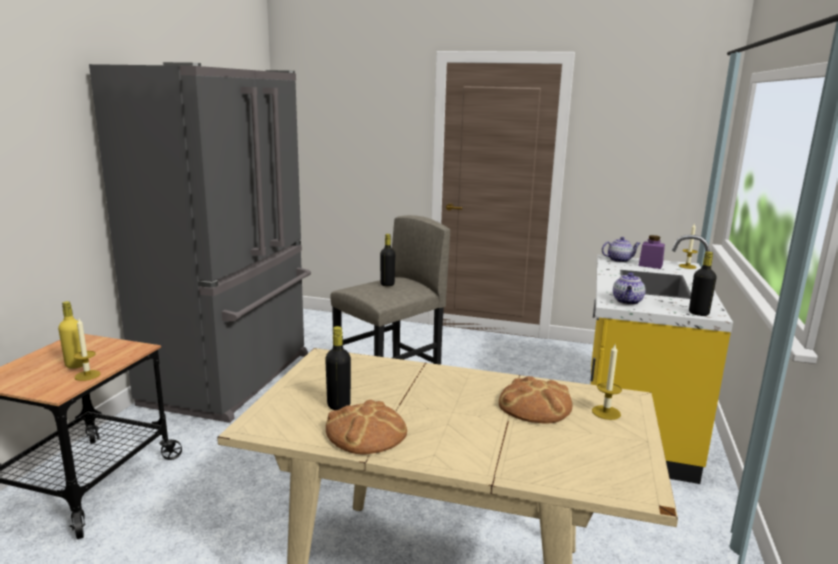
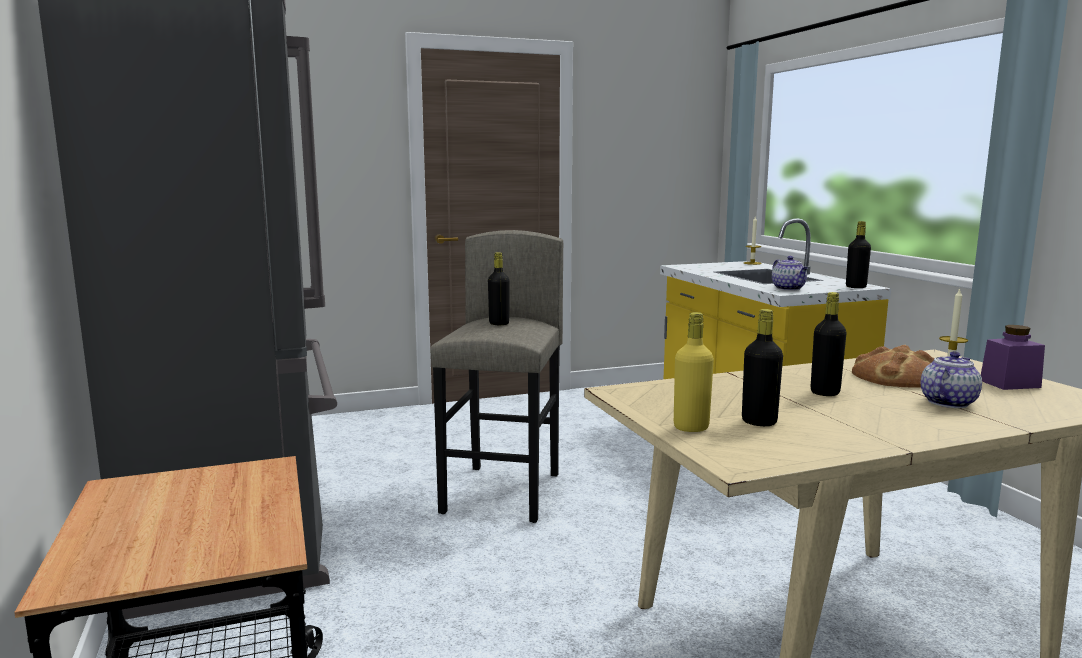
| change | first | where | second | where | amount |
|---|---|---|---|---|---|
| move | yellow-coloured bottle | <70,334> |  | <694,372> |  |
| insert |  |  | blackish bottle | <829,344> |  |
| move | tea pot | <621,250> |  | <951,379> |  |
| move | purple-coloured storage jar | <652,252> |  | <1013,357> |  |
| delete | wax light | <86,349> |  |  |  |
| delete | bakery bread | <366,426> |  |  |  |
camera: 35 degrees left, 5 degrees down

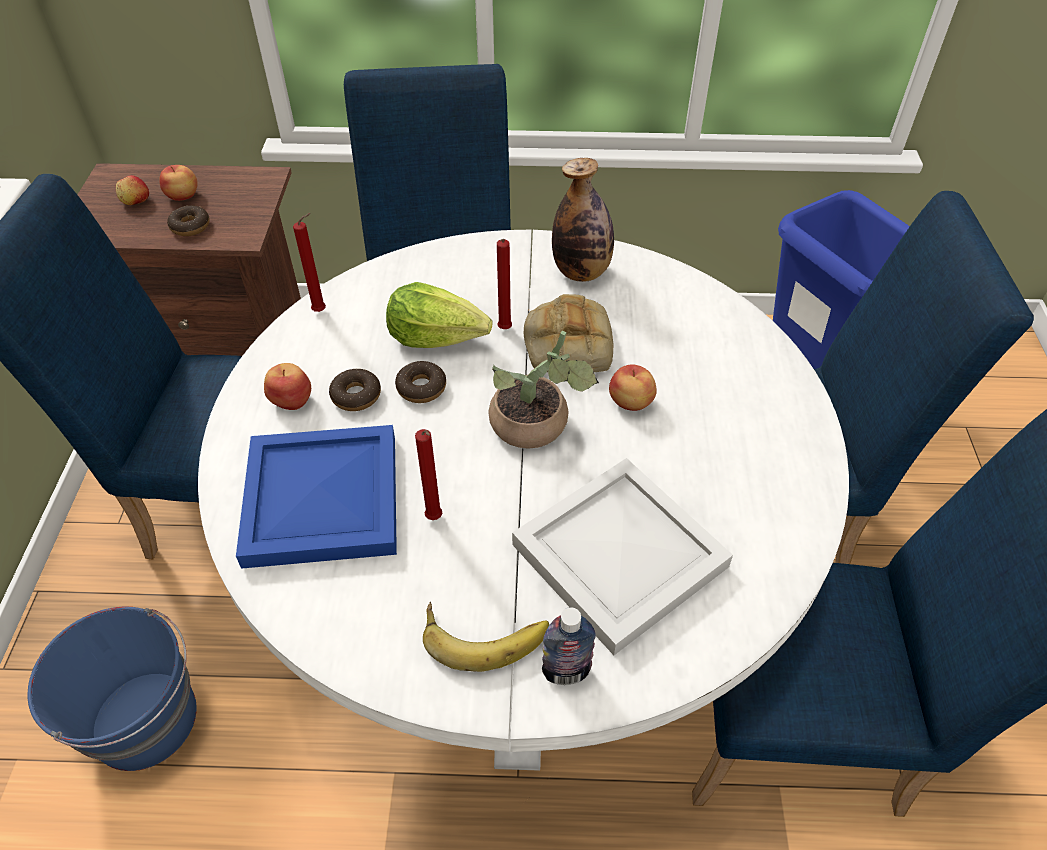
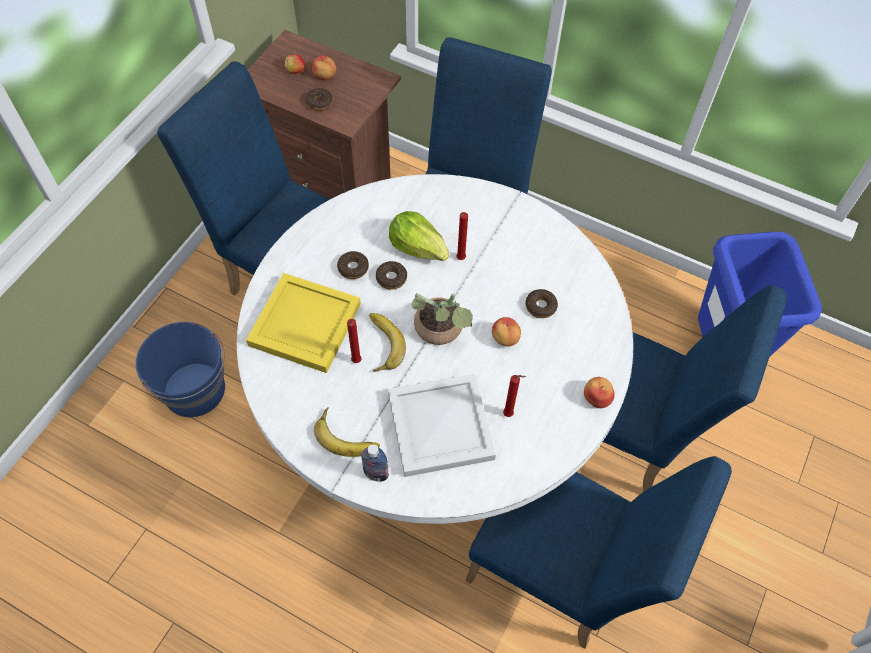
| change | first | where | second | where | amount |
|---|---|---|---|---|---|
| recolor | bluish tray | <316,497> | yellow-coloured tray | <303,323> |  |
| insert |  |  | banana fruit | <387,342> |  |
| move | reddish wax light | <309,262> |  | <514,396> |  |
| insert |  |  | doughnut | <542,303> |  |
| move | whole apple | <287,386> |  | <599,392> |  |
| delete | bakery bread | <569,333> |  |  |  |
| delete | bottle | <583,220> |  |  |  |
camera: 25 degrees right, 10 degrees up

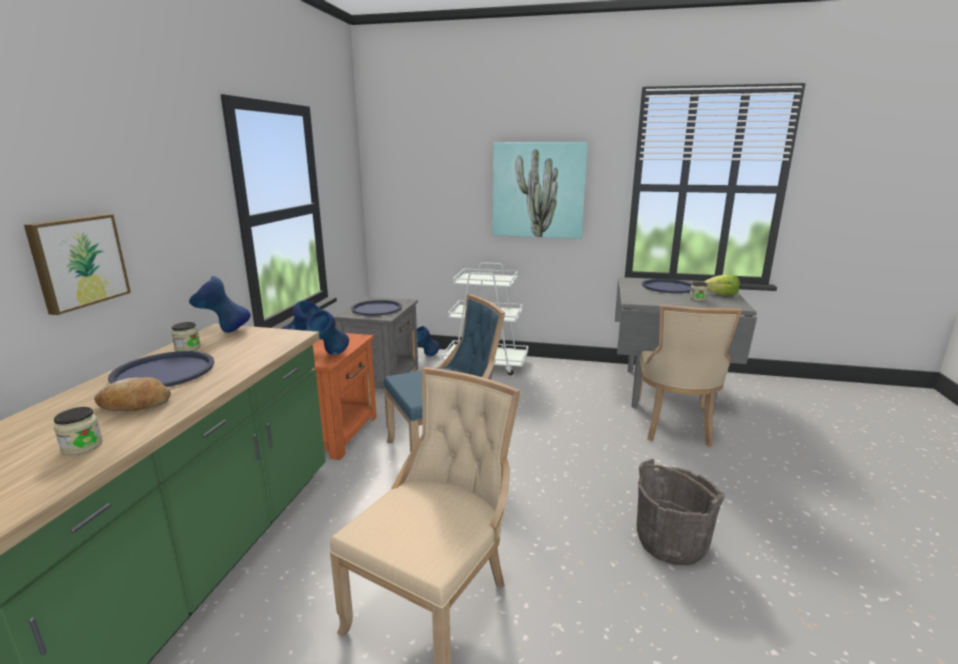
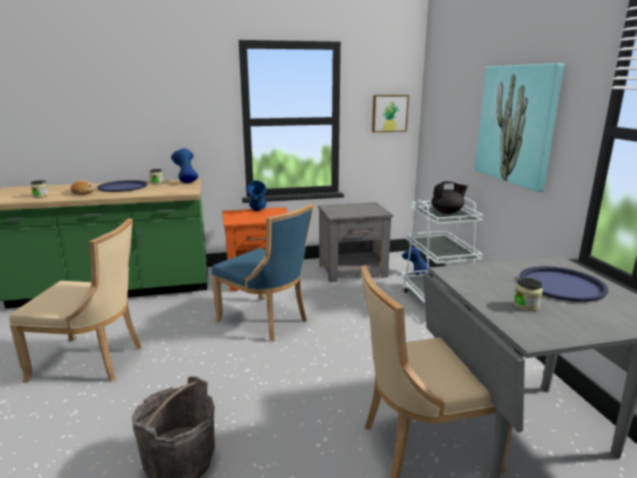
| change | first | where | second | where | amount |
|---|---|---|---|---|---|
| move | picture | <77,264> |  | <390,113> |  |
| insert |  |  | blackish tea pot | <449,197> |  |
| delete | bluish flower vase | <327,332> |  |  |  |
| delete | bluish tray | <376,308> |  |  |  |
| delete | head of lettuce | <722,285> |  |  |  |
camera: 65 degrees right, 0 degrees up

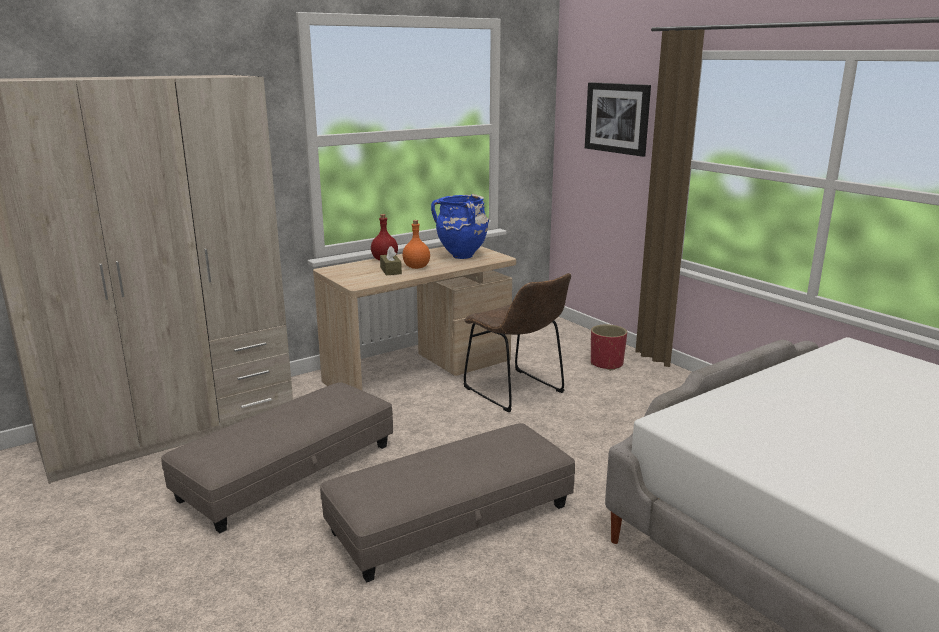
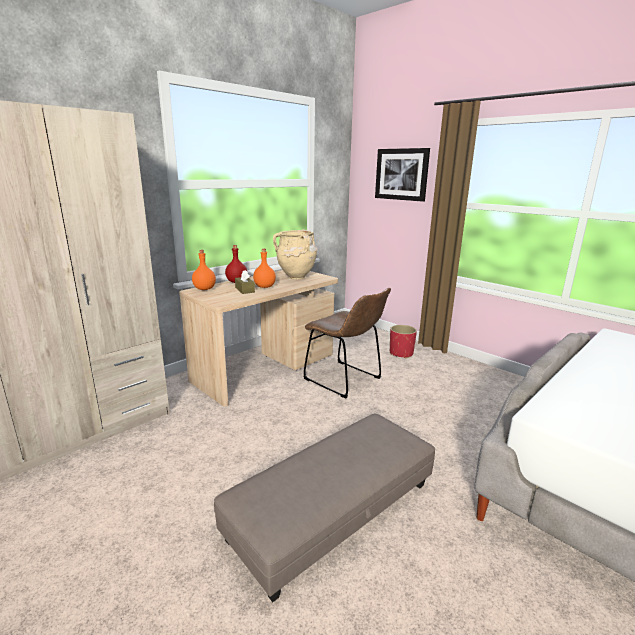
| change | first | where | second | where | amount |
|---|---|---|---|---|---|
| insert |  |  | orange bottle | <204,270> |  |
| recolor | bluish flower vase | <460,226> | beige flower vase | <295,254> |  |
| delete | grey pouffe | <277,457> |  |  |  |
camera: 10 degrees left, 0 degrees up

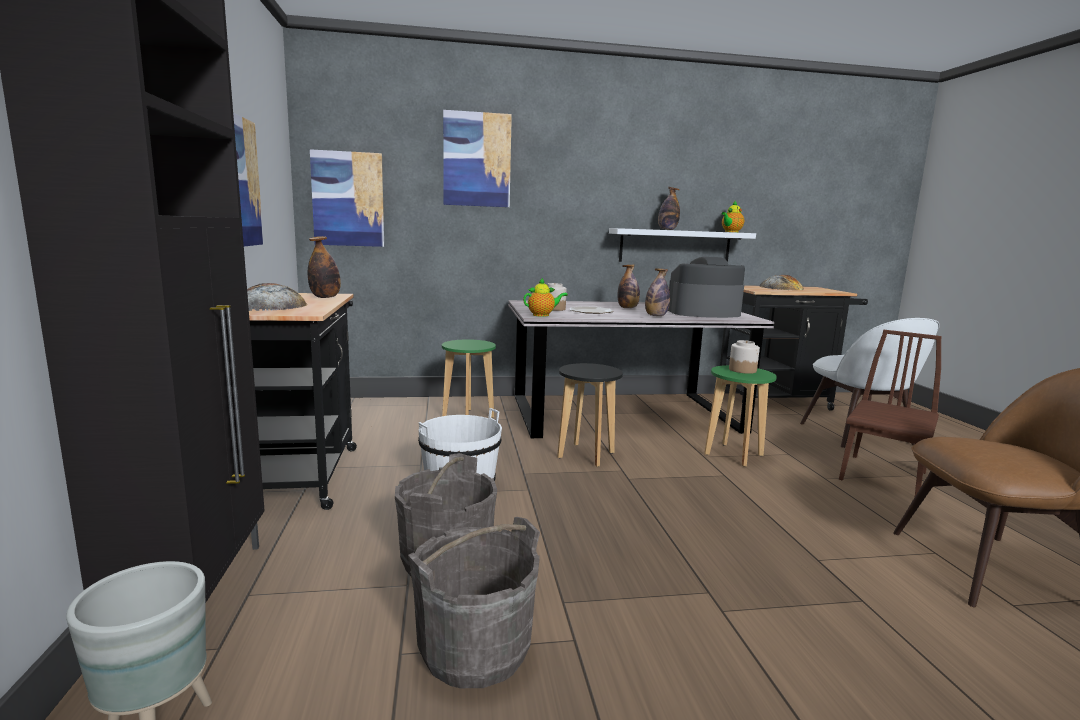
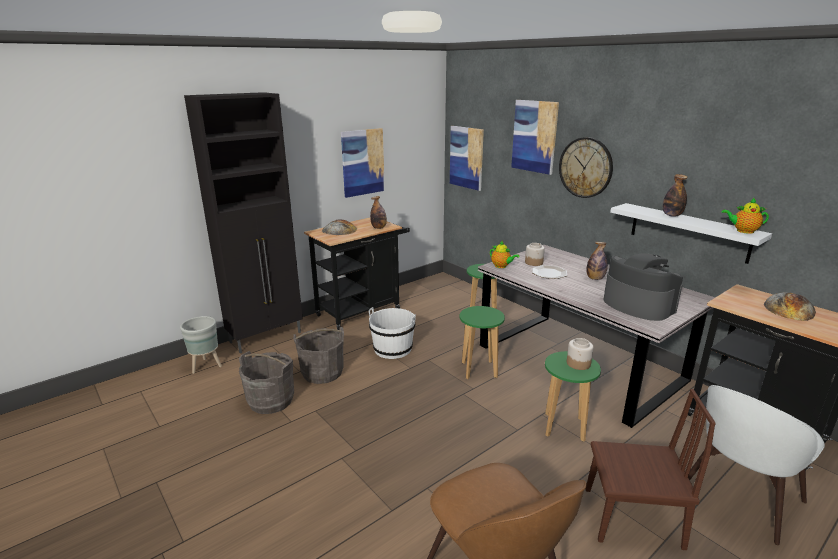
| change | first | where | second | where | amount |
|---|---|---|---|---|---|
| recolor | blackish stool seat | <590,415> | green-coloured stool seat | <482,342> |  |
| insert |  |  | clock on the wall | <586,167> |  |
| delete | bottle | <657,292> |  |  |  |
camera: 60 degrees right, 10 degrees up

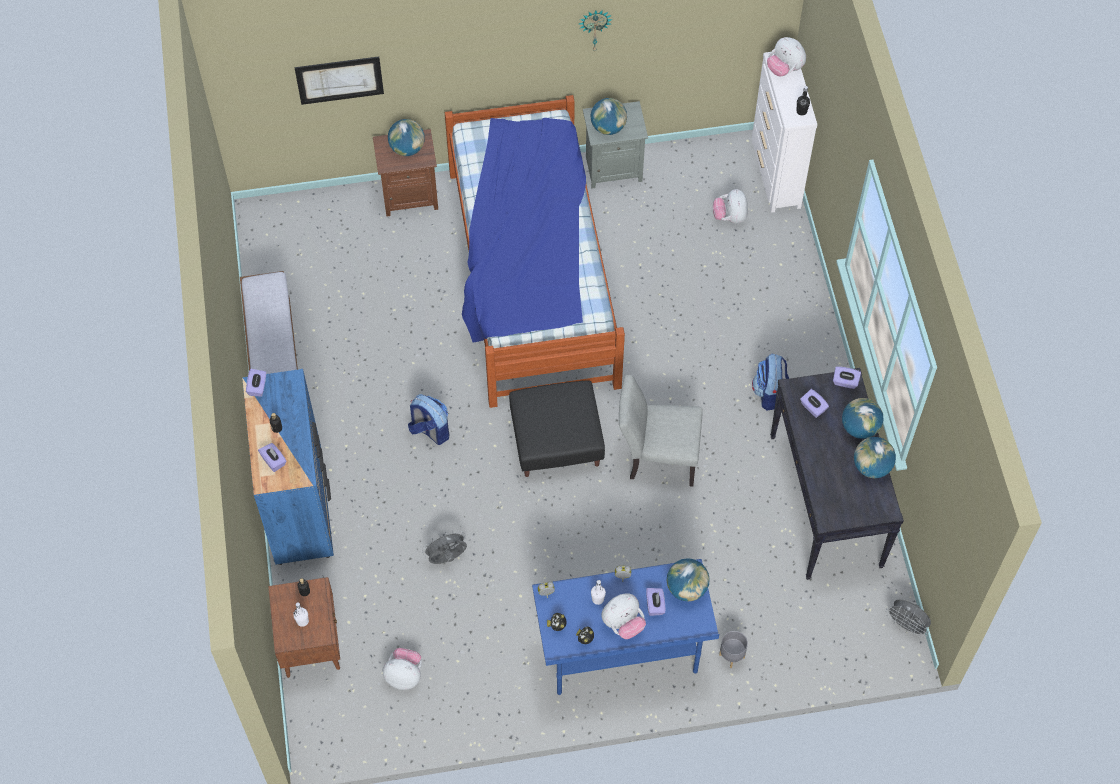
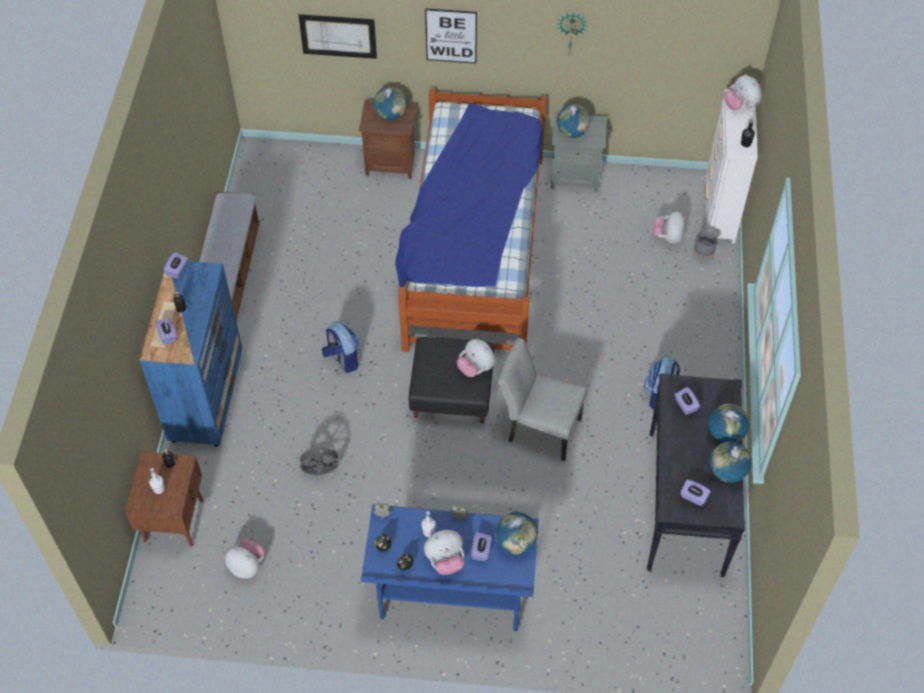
| change | first | where | second | where | amount |
|---|---|---|---|---|---|
| insert |  |  | picture | <451,35> |  |
| insert |  |  | soft toy | <476,358> |  |
| move | purple-coloured tissue box | <847,377> |  | <695,492> |  |
| move | grey planter | <733,649> |  | <705,247> |  |
| delete | grey electric fan | <908,618> |  |  |  |
camera: 15 degrees right, 5 degrees down

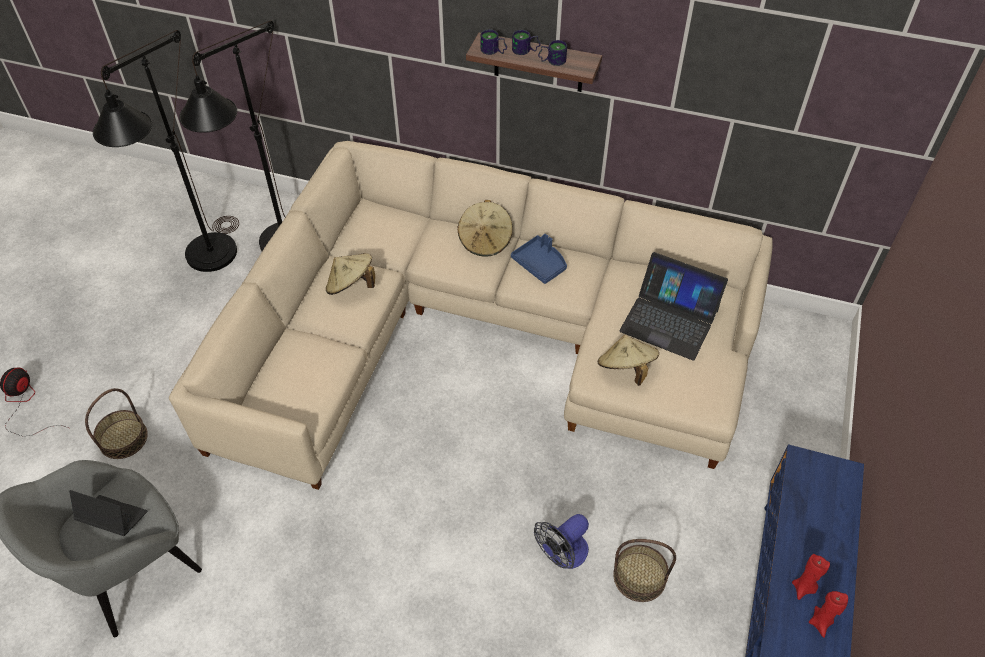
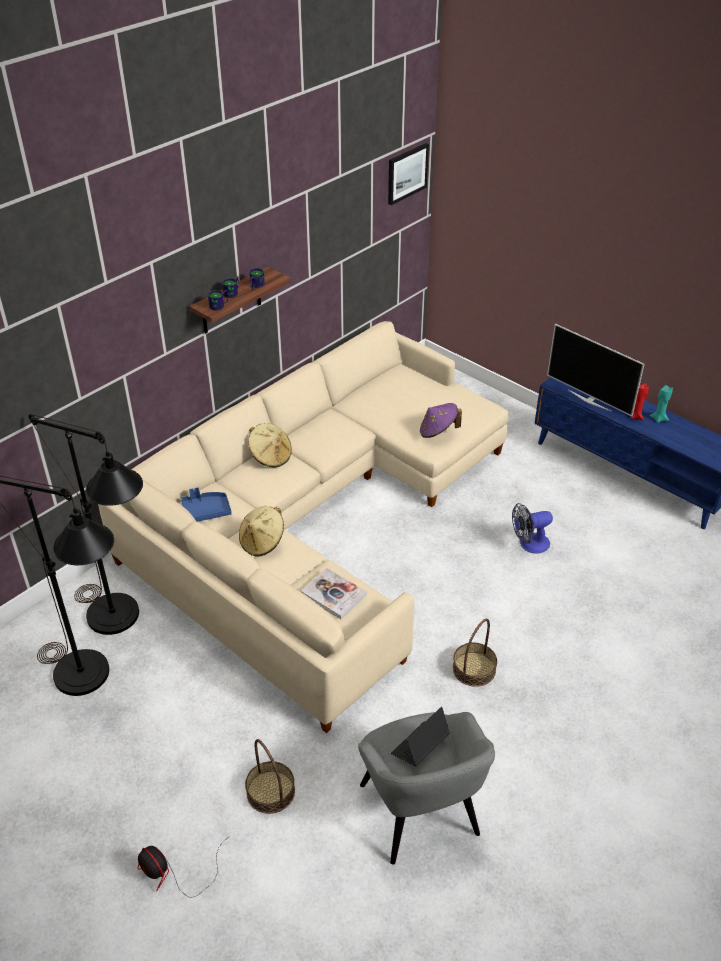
| change | first | where | second | where | amount |
|---|---|---|---|---|---|
| move | bluish tray | <539,259> |  | <206,504> |  |
| insert |  |  | book | <334,593> |  |
| insert |  |  | picture | <408,174> |  |
| recolor | beige hat | <628,360> | purple-coloured hat | <441,420> |  |
| move | storage basket | <644,570> |  | <474,652> |  |
| rotate | electric fan | <561,541> |  | <532,528> | 90 degrees clockwise |
| insert |  |  | TV set | <595,370> |  |
| recolor | reddish wax light | <828,614> | turquoise-coloured wax light | <661,404> |  |
| delete | notebook computer | <673,306> |  |  |  |
camera: 65 degrees left, 10 degrees down

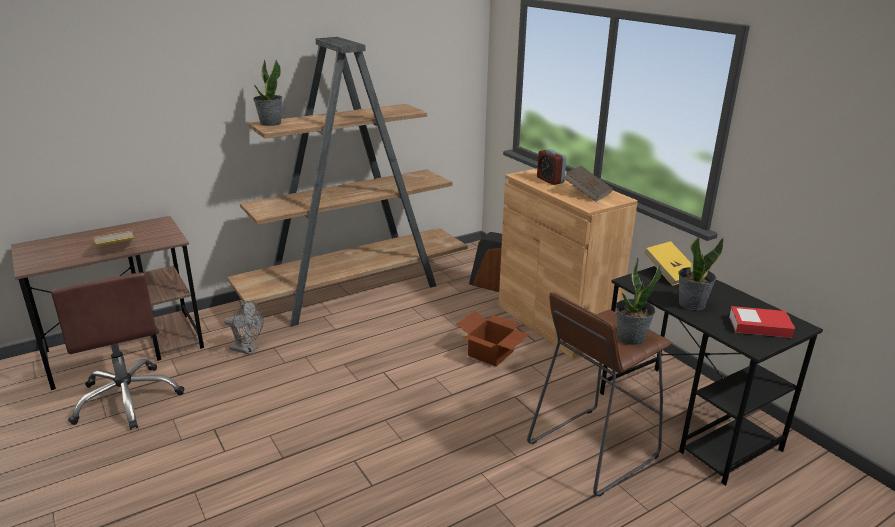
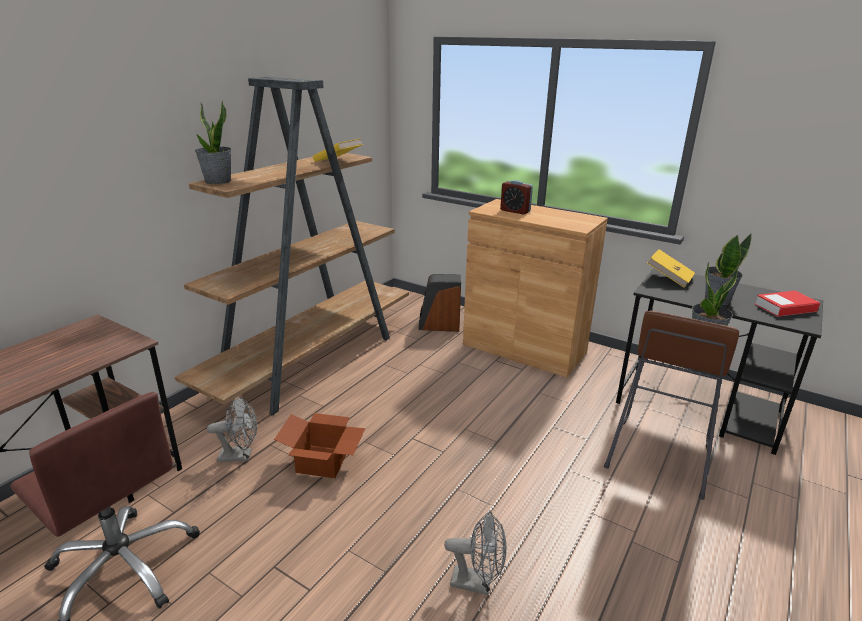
| change | first | where | second | where | amount |
|---|---|---|---|---|---|
| move | packing box | <492,339> |  | <319,445> |  |
| move | yellow-coloured book | <114,237> |  | <338,150> |  |
| insert |  |  | grey electric fan | <475,553> |  |
| delete | brown-coloured book | <588,184> |  |  |  |
camera: 25 degrees left, 0 degrees up

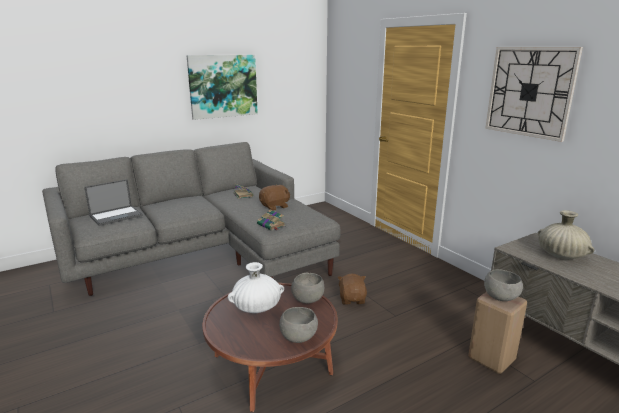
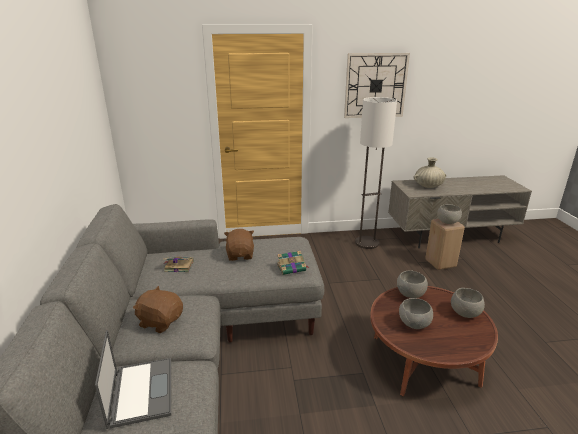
| change | first | where | second | where | amount |
|---|---|---|---|---|---|
| move | brown-coloured soft toy | <352,289> |  | <158,309> |  |
| insert |  |  | standing lamp | <376,173> |  |
| replace | white-coloured flower vase | <255,287> | grey deep dish | <416,313> |  |
| delete | picture | <222,87> |  |  |  |
camera: 65 degrees left, 5 degrees up

